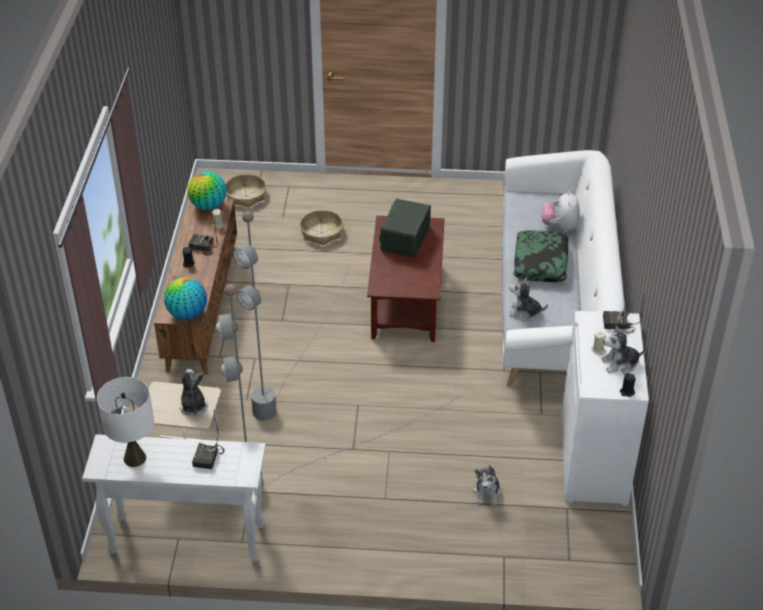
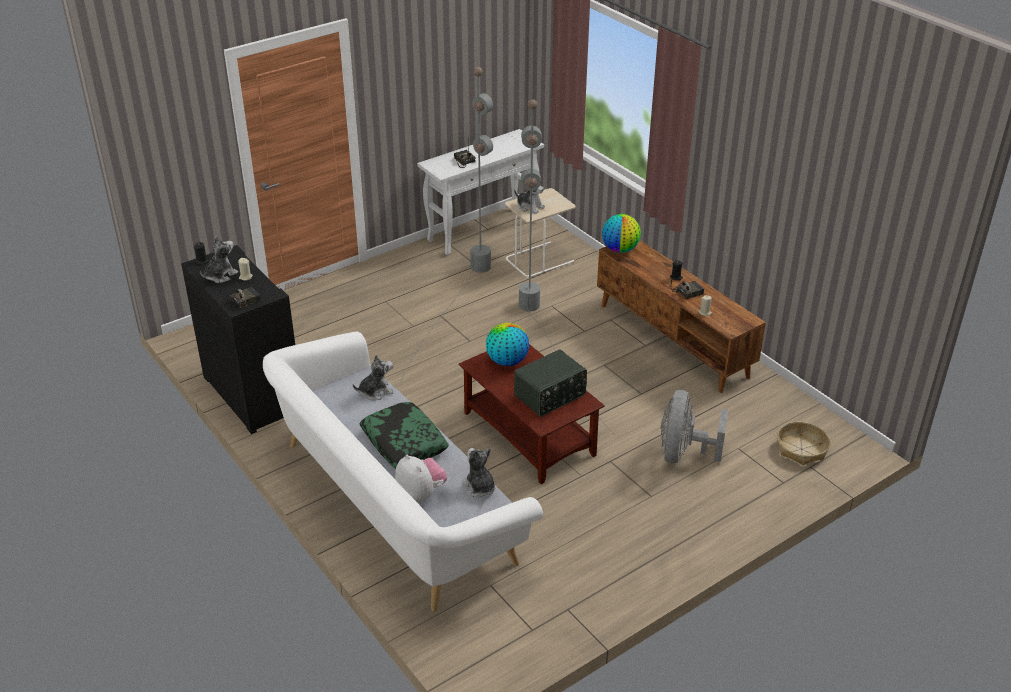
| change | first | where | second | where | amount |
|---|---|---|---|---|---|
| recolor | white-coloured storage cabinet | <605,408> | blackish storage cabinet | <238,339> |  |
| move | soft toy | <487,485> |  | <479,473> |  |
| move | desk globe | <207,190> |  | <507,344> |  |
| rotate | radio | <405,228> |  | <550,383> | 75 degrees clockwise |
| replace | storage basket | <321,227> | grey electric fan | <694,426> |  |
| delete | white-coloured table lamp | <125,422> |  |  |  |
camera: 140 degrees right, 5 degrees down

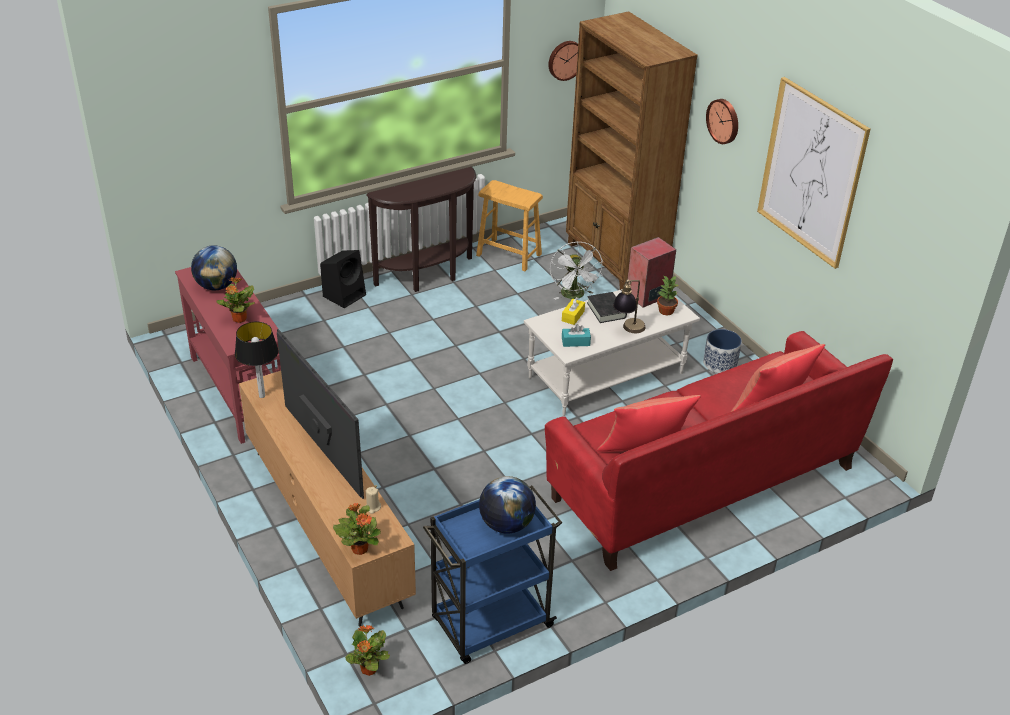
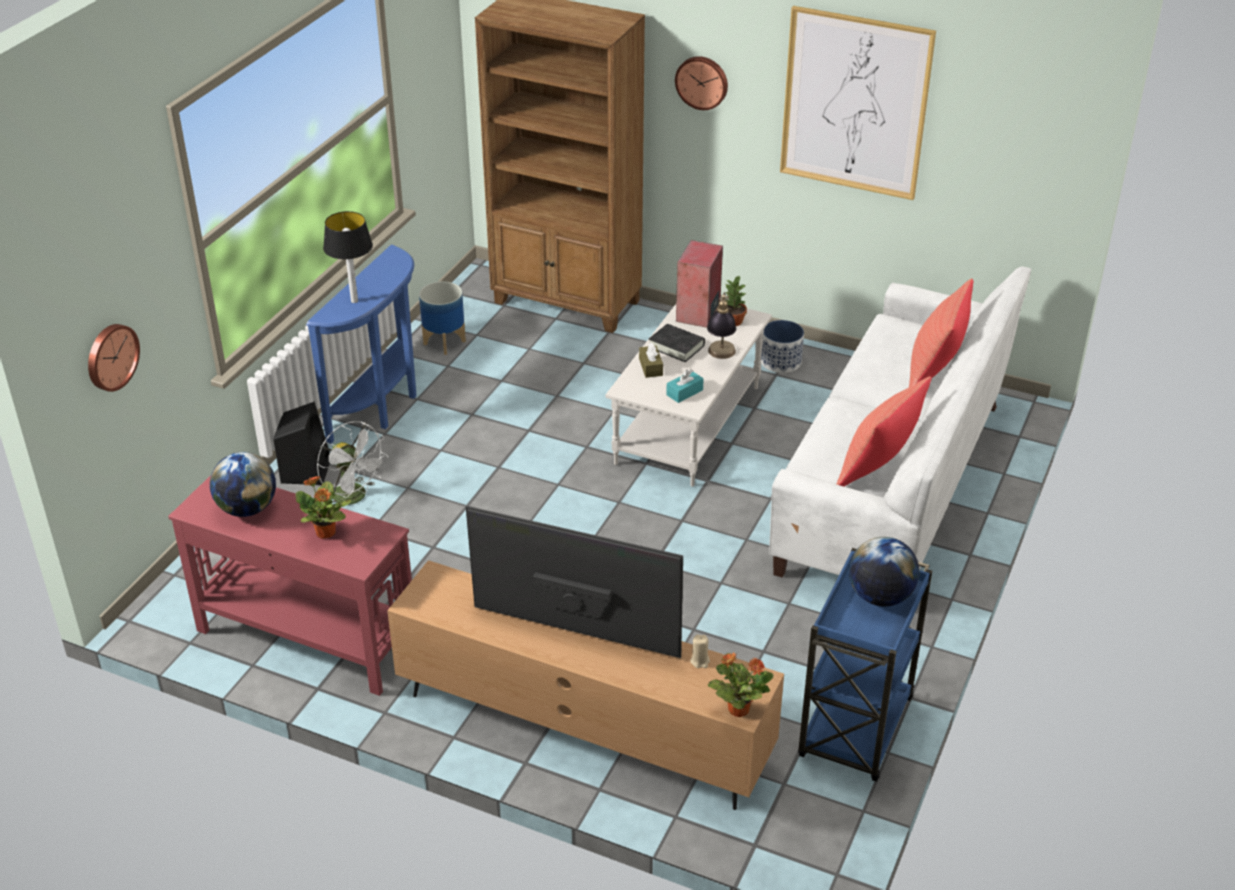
| change | first | where | second | where | amount |
|---|---|---|---|---|---|
| move | clock on the wall | <563,61> |  | <114,358> |  |
| recolor | brown-coloured console table | <421,229> | bluish console table | <361,344> |  |
| move | white-coloured electric fan | <576,271> |  | <352,463> |  |
| move | table lamp | <257,360> |  | <348,257> |  |
| replace | brown-coloured stool seat | <509,225> | planter | <442,318> |  |
| recolor | yellow-coloured tissue box | <573,311> | brown-coloured tissue box | <651,360> |  |
| recolor | reddish couch | <719,451> | white-coloured couch | <900,422> |  |
| delete | plant in a pot | <367,650> |  |  |  |
camera: 35 degrees left, 0 degrees up

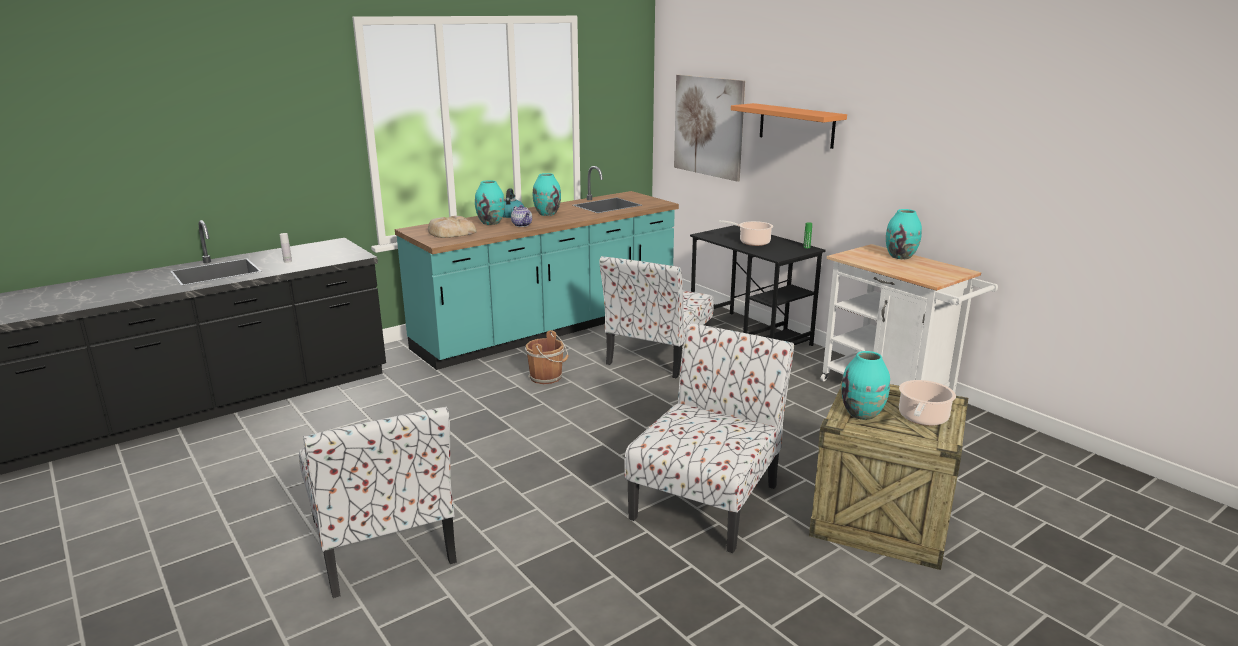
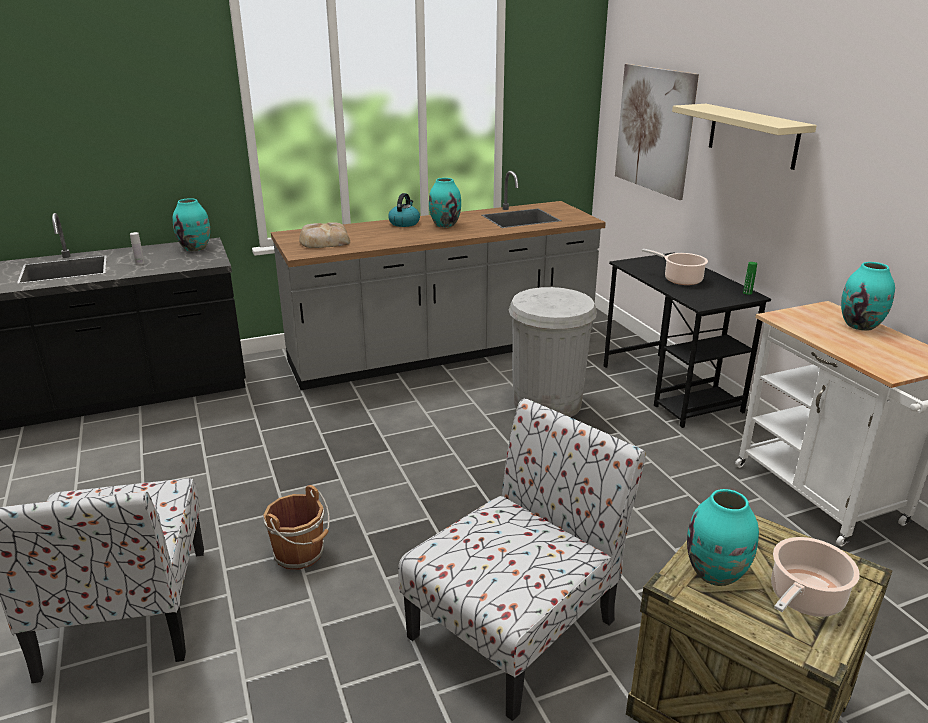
| change | first | where | second | where | amount |
|---|---|---|---|---|---|
| move | turquoise-coloured flower vase | <490,202> |  | <191,224> |  |
| move | brown-coloured bucket | <547,357> |  | <296,527> |  |
| recolor | turquoise-coloured kitchen base unit | <537,268> | grey kitchen base unit | <438,280> |  |
| replace | plain chair | <656,317> | white-coloured rubbish bin | <553,352> |  |
| recolor | orange bracket shelf | <789,126> | beige bracket shelf | <744,137> |  |
| delete | tea pot | <521,216> |  |  |  |
camera: 15 degrees right, 5 degrees up

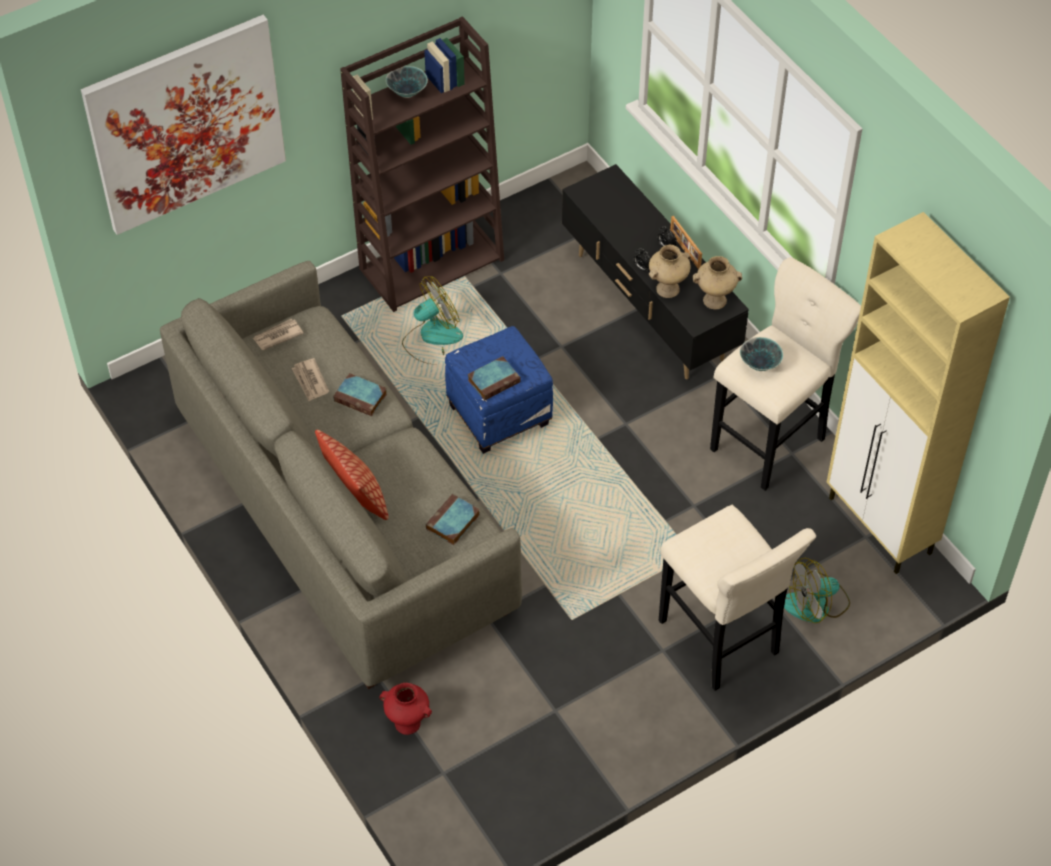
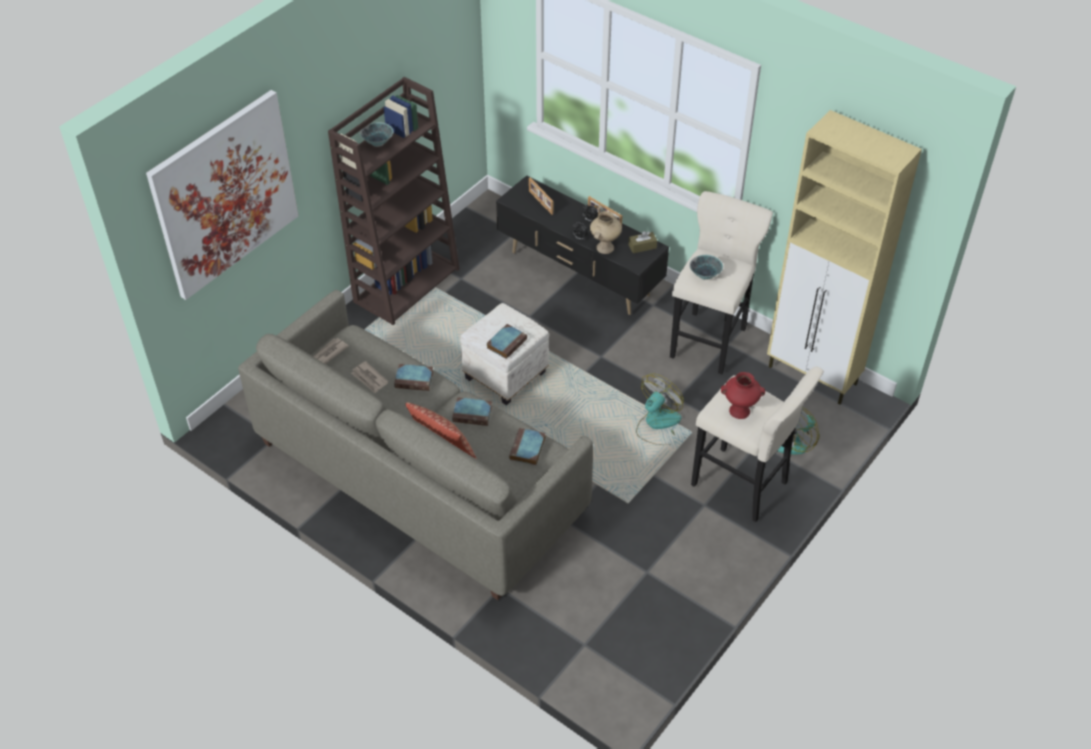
| change | first | where | second | where | amount |
|---|---|---|---|---|---|
| insert |  |  | book | <472,411> |  |
| recolor | bluish pouffe | <499,390> | white-coloured pouffe | <504,354> |  |
| insert |  |  | photo frame | <541,196> |  |
| replace | beige flower vase | <717,283> | brown-coloured tissue box | <643,242> |  |
| move | electric fan | <432,320> |  | <660,409> |  |
| move | reddish flower vase | <405,709> |  | <743,395> |  |
camera: 20 degrees left, 5 degrees down

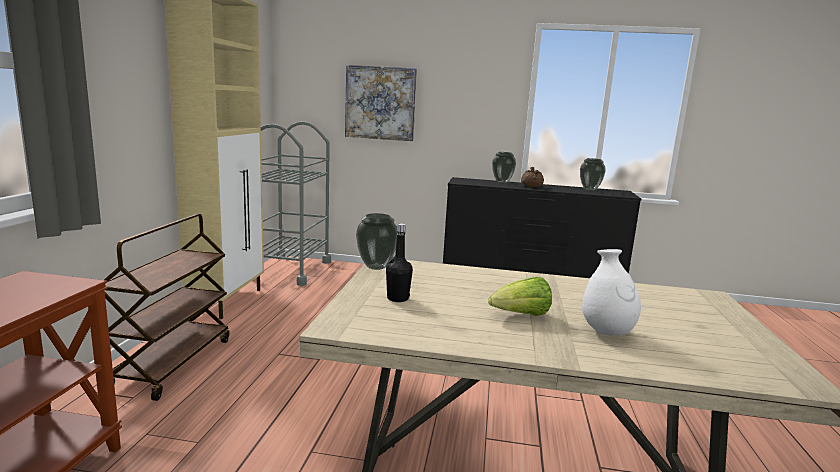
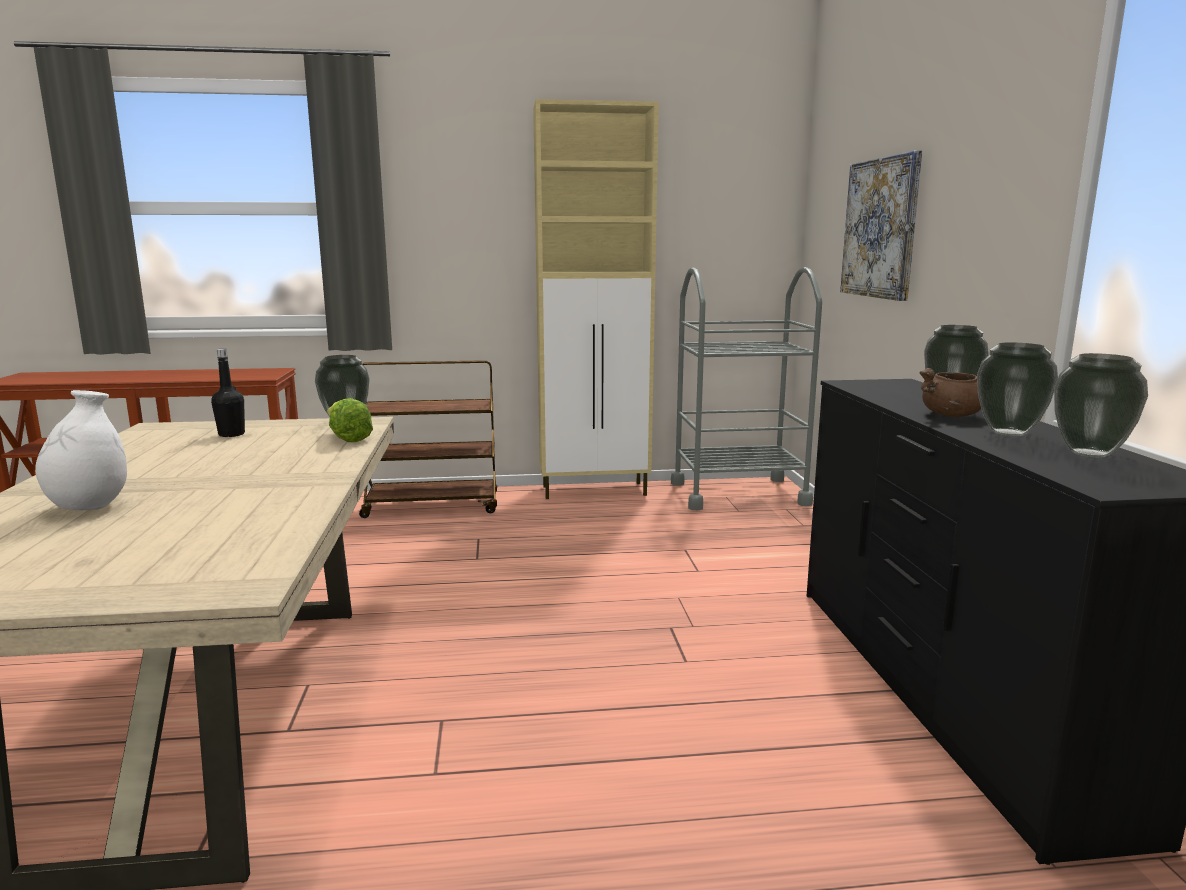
| change | first | where | second | where | amount |
|---|---|---|---|---|---|
| move | head of lettuce | <520,296> |  | <350,420> |  |
| insert |  |  | flower vase | <1017,389> |  |
camera: 75 degrees right, 0 degrees up

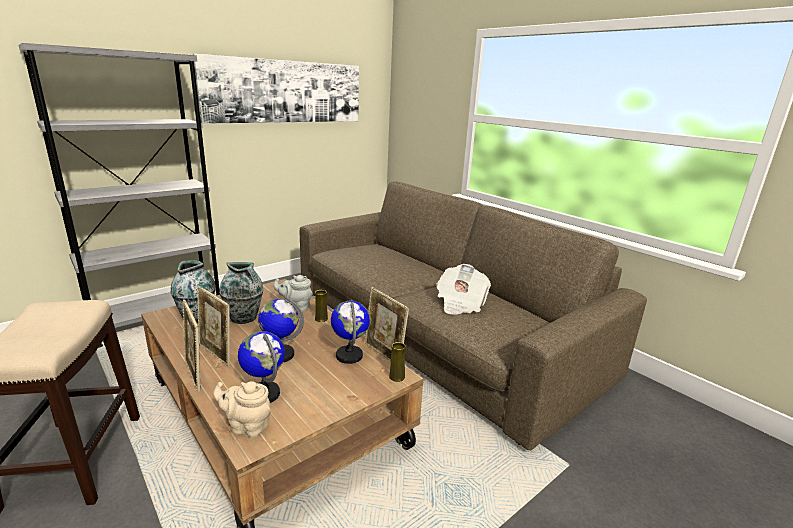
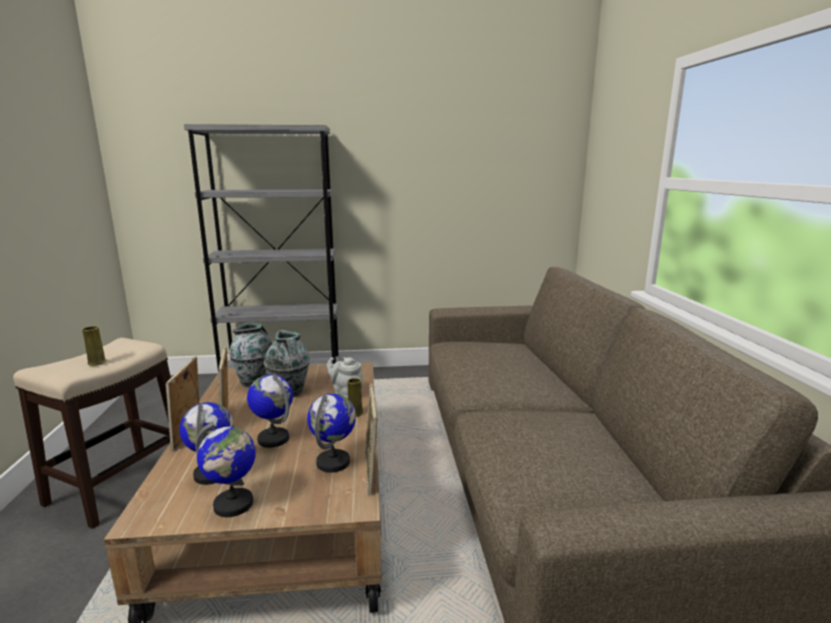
| change | first | where | second | where | amount |
|---|---|---|---|---|---|
| move | yellow-coloured flower vase | <397,362> |  | <94,346> |  |
| insert |  |  | desk globe | <225,469> |  |
| delete | picture | <276,89> |  |  |  |
| delete | beige tea pot | <242,409> |  |  |  |
| delete | daily paper | <463,289> |  |  |  |
camera: 35 degrees right, 5 degrees down

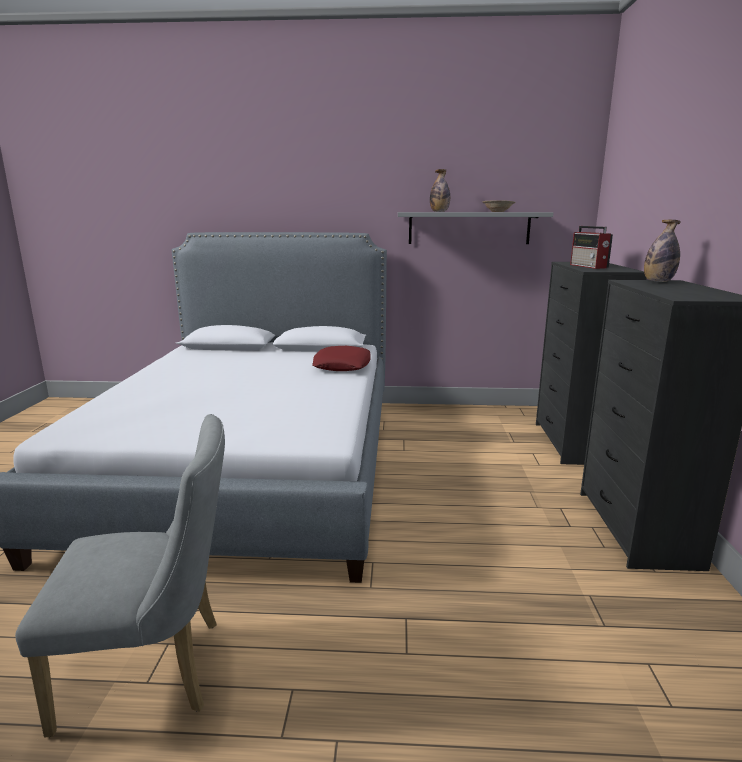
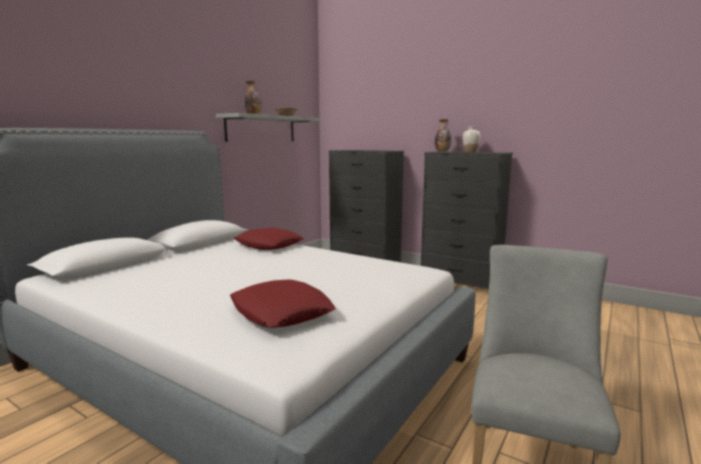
| change | first | where | second | where | amount |
|---|---|---|---|---|---|
| insert |  |  | reddish throw pillow | <283,304> |  |
| insert |  |  | white-coloured flower vase | <472,139> |  |
| delete | radio | <591,247> |  |  |  |
camera: 60 degrees left, 5 degrees down

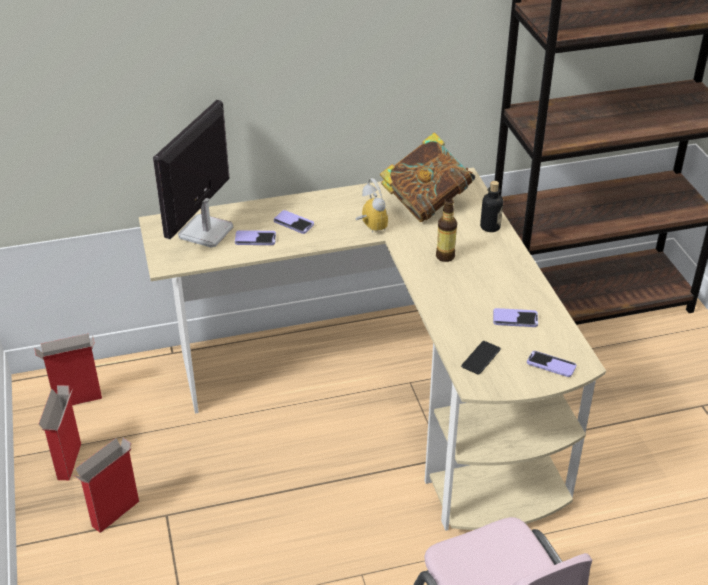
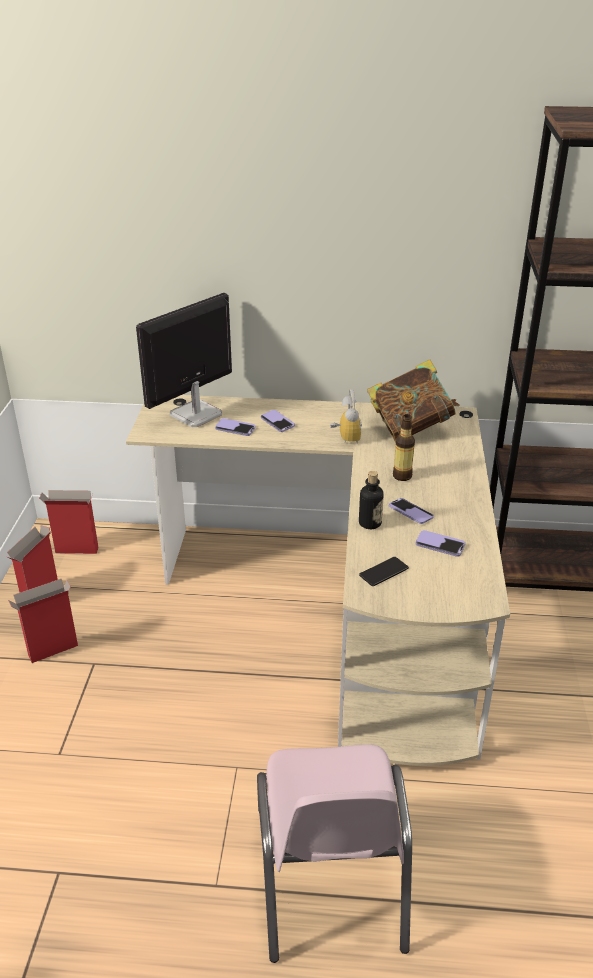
| change | first | where | second | where | amount |
|---|---|---|---|---|---|
| move | bottle | <491,206> |  | <371,500> |  |
| move | telephone | <551,364> |  | <411,511> |  |
camera: 20 degrees right, 5 degrees down

